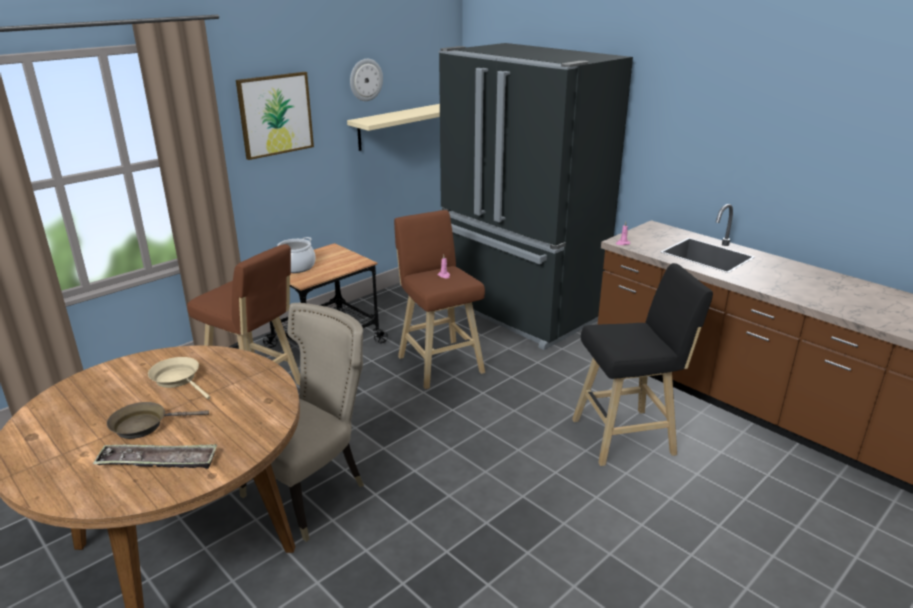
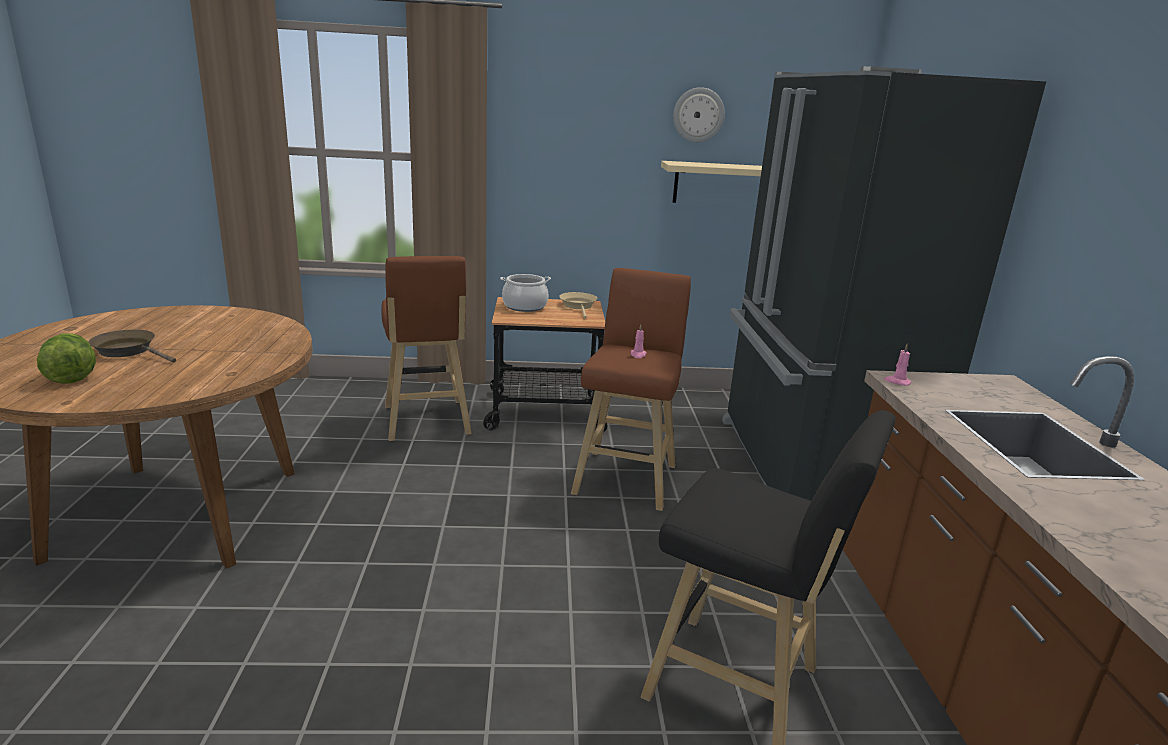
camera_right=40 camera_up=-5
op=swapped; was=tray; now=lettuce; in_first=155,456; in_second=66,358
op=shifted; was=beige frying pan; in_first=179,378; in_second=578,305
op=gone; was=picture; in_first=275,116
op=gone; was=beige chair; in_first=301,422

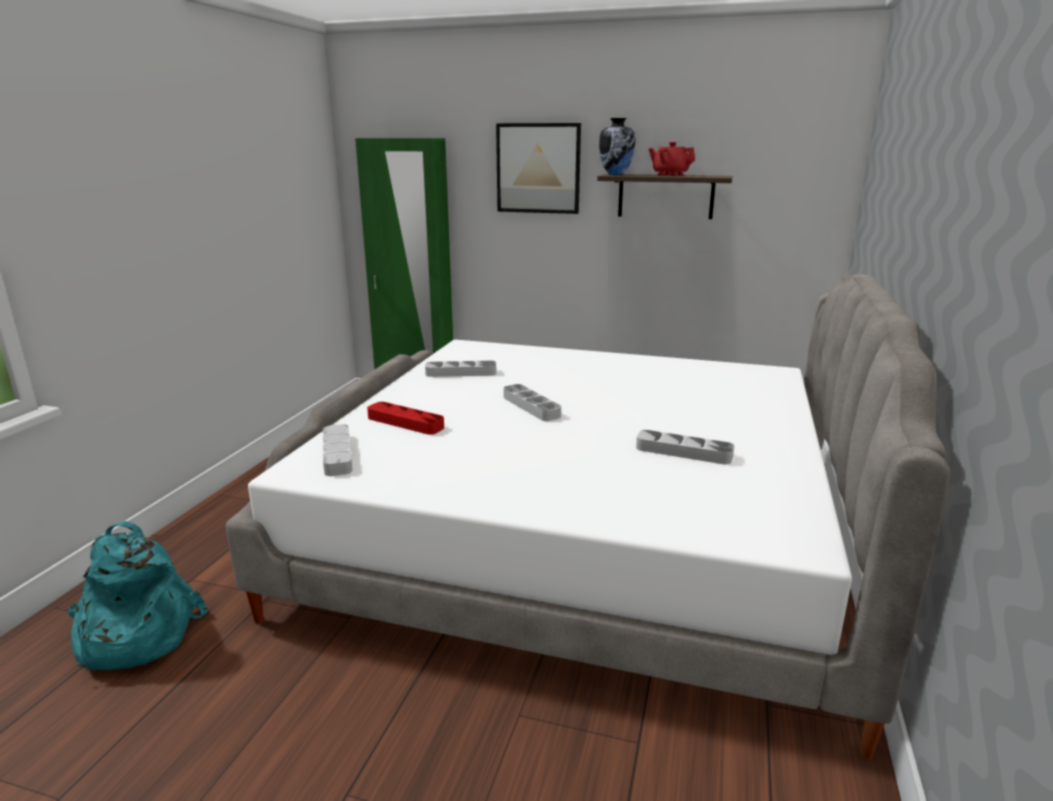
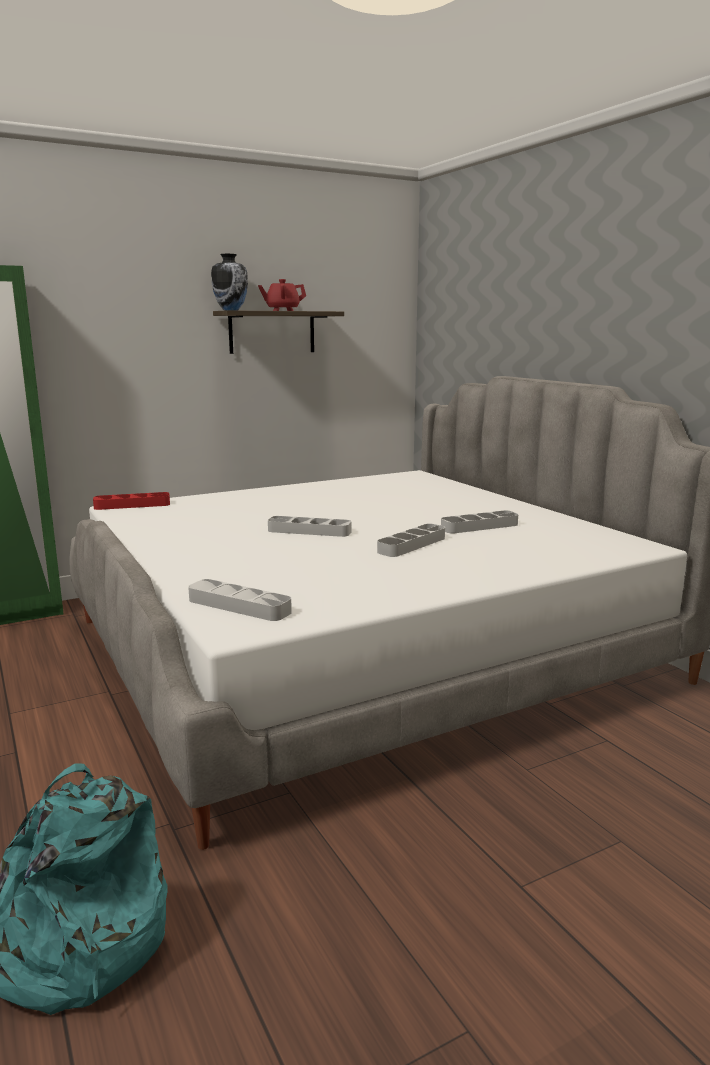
camera_right=-45 camera_up=-5
op=shifted; was=red tray; in_first=405,418; in_second=131,501
op=shifted; was=grey tray; in_first=460,369; in_second=411,540
op=gone; was=picture; in_first=538,168

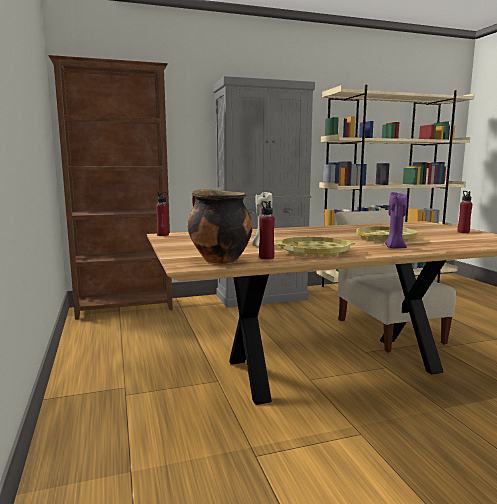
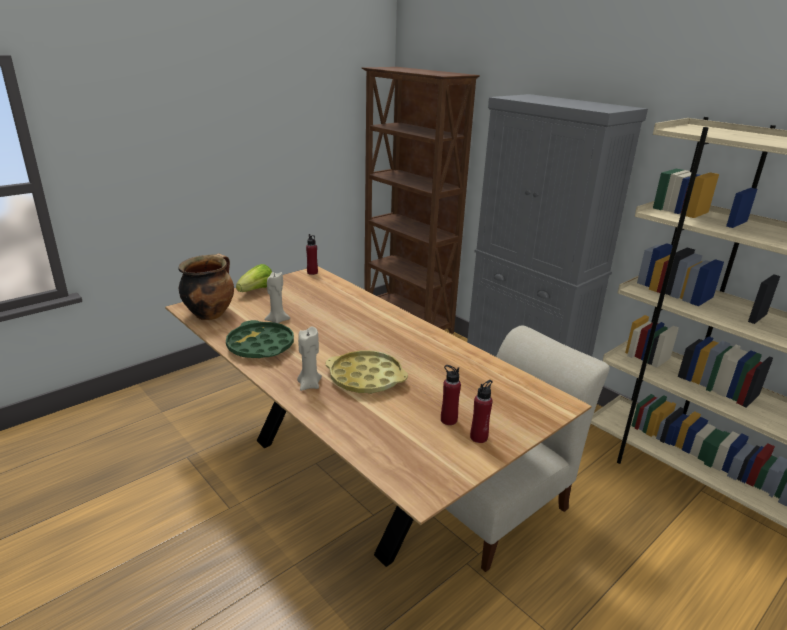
camera_right=65 camera_up=15
op=shifted; was=red bottle; in_first=267,230; in_second=451,395
op=repainted; was=yellow tray; now=green tray; in_first=314,247; in_second=260,339
op=repainted; was=purple candle; now=beige candle; in_first=396,220; in_second=309,359
op=new; now=lettuce; in_second=254,278

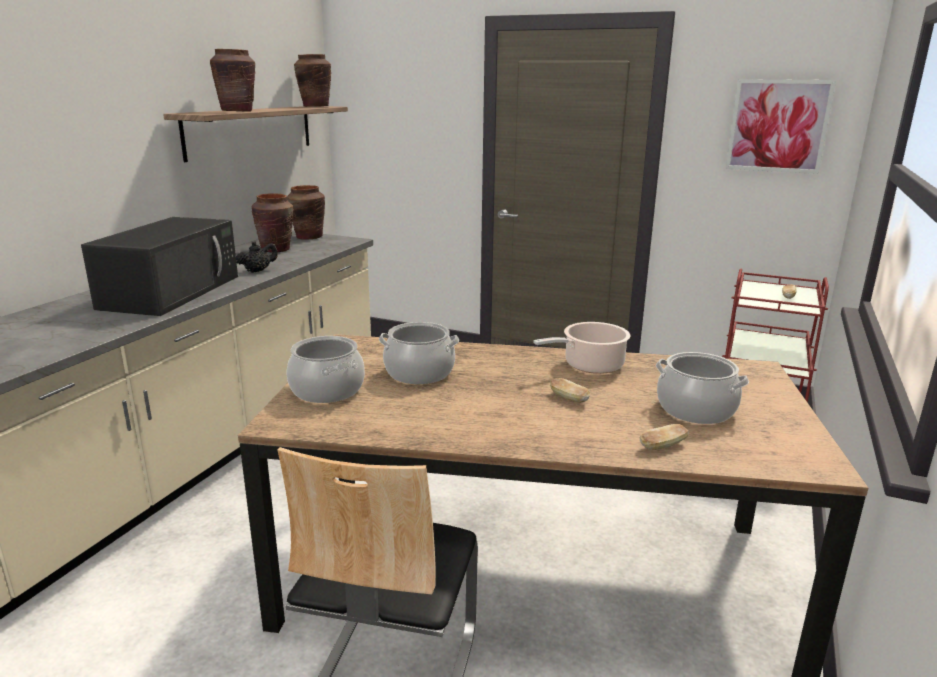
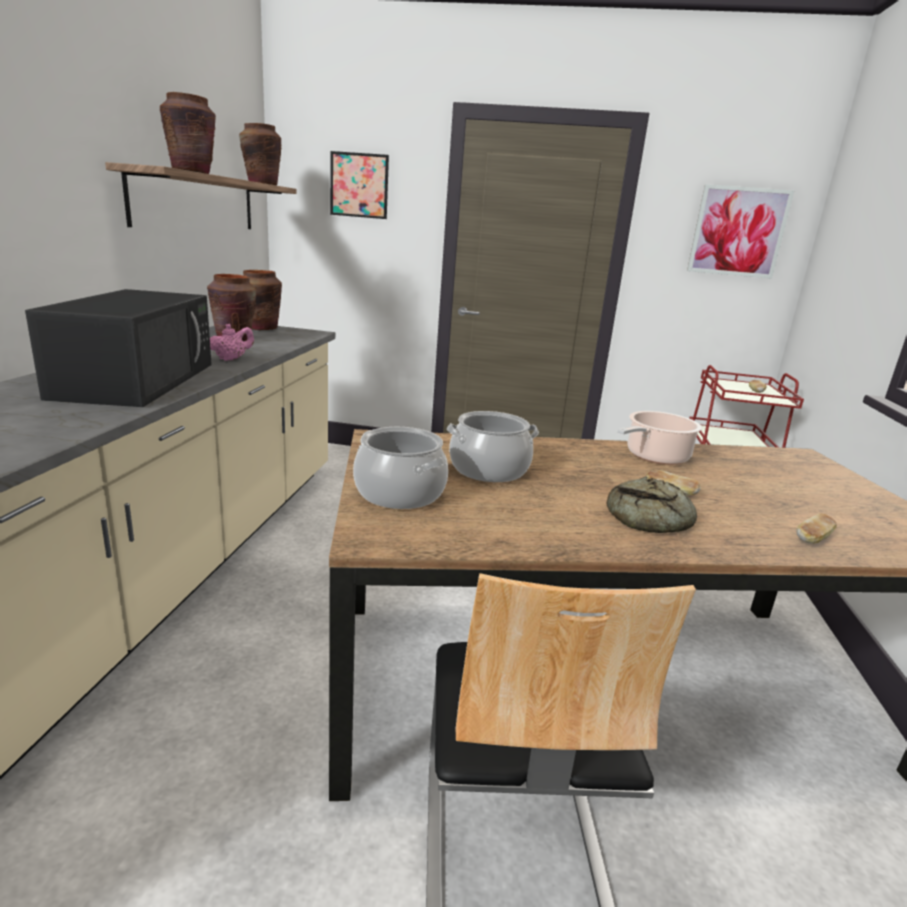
camera_right=-15 camera_up=0
op=repainted; was=black teapot; now=pink teapot; in_first=257,257; in_second=232,342
op=gone; was=cooking pot; in_first=702,388
op=new; now=picture; in_second=359,185
op=new; now=bread; in_second=651,504

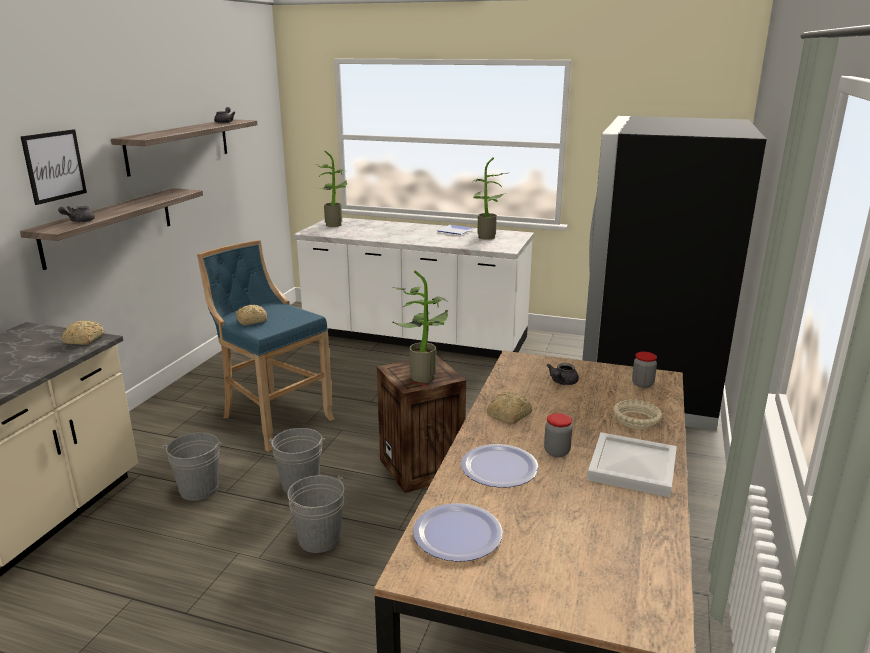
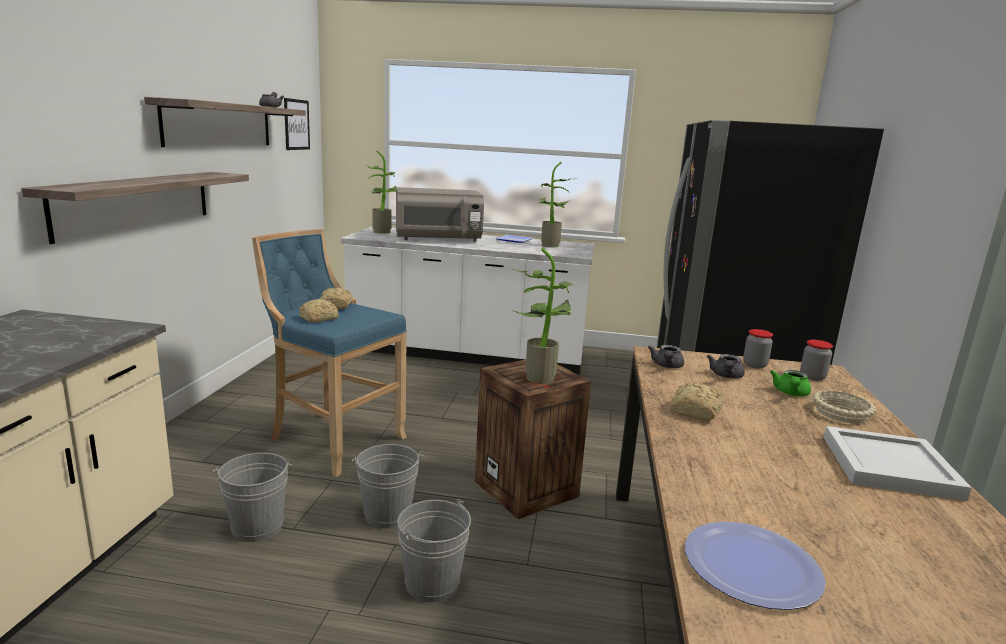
camera_right=-10 camera_up=-5
op=shifted; was=picture; in_first=54,167; in_second=297,124
op=shifted; was=grey teapot; in_first=76,214; in_second=666,356
op=shifted; was=bread; in_first=83,332; in_second=336,298
op=gone; was=plate; in_first=500,466
op=shifted; was=jar; in_first=558,435; in_second=758,348
op=new; now=grey microwave; in_second=440,214
op=new; now=green teapot; in_second=790,383

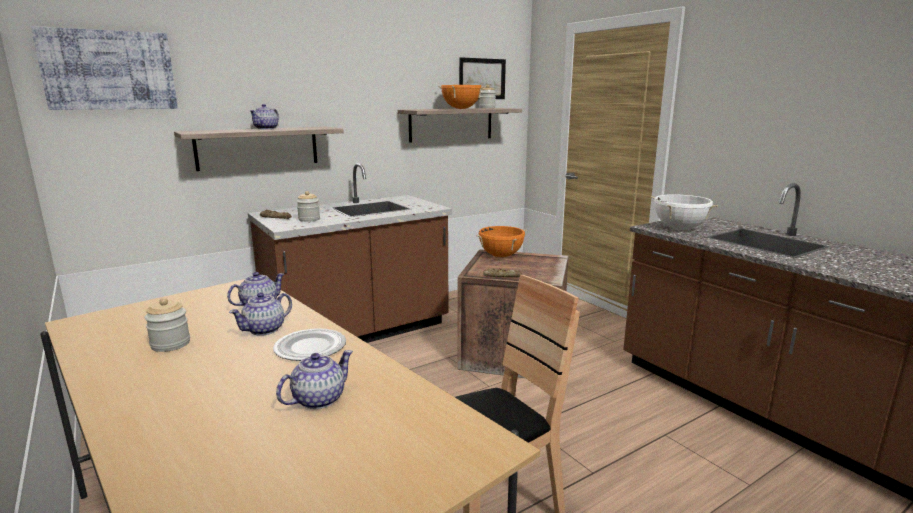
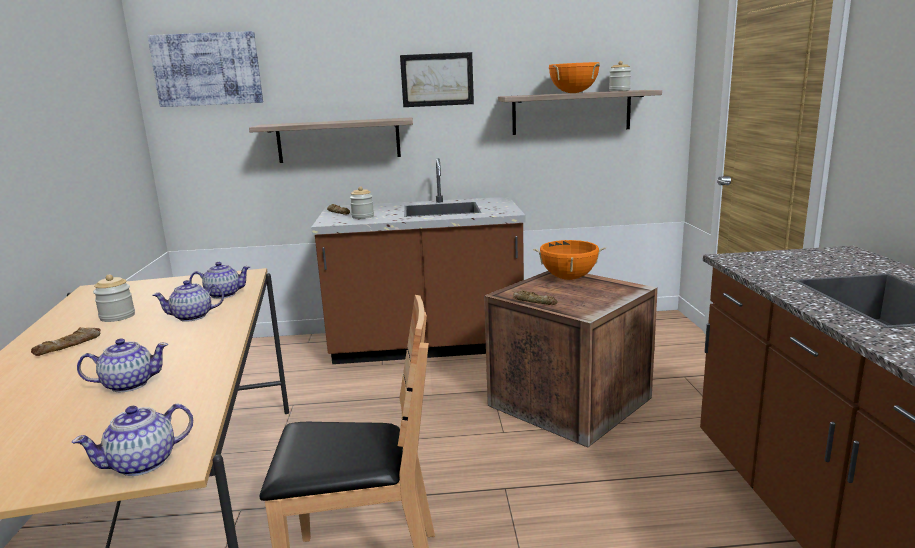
camera_right=30 camera_up=0
op=shifted; was=teapot; in_first=264,116; in_second=132,439
op=gone; was=plate; in_first=309,344
op=shifted; was=picture; in_first=482,78; in_second=437,79
op=gone; was=white cooking pot; in_first=684,212
op=new; now=bread; in_second=66,341

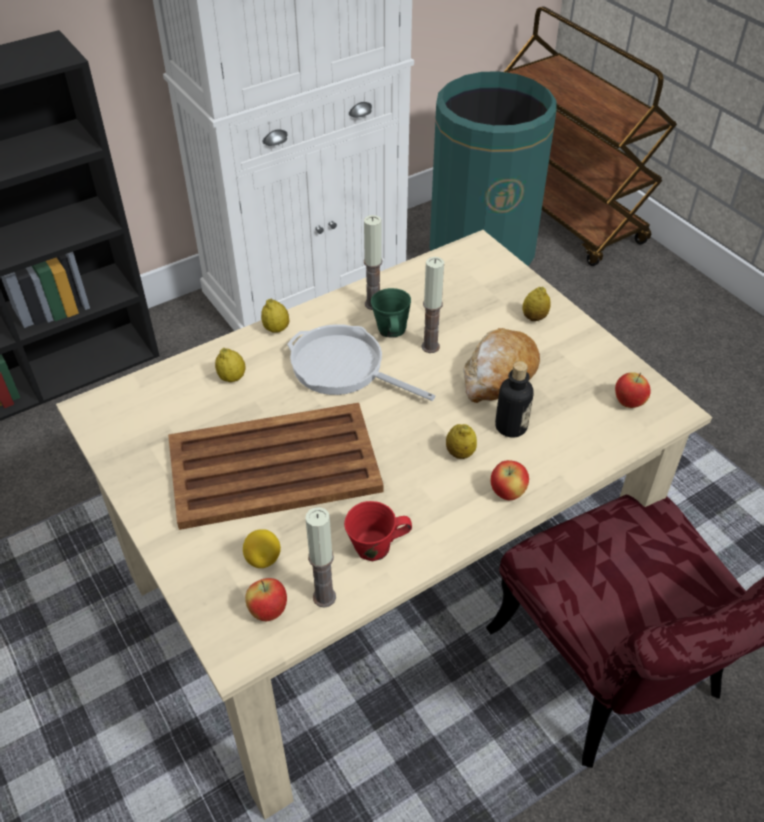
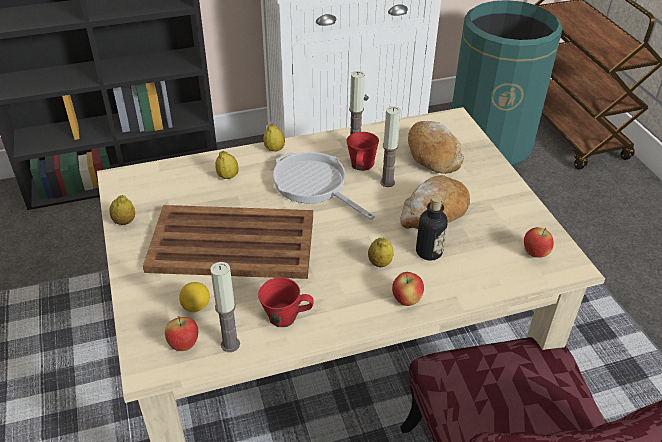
camera_right=15 camera_up=-5
op=repainted; was=green mug; now=red mug; in_first=391,312; in_second=363,151
op=shifted; was=lemon; in_first=537,304; in_second=122,210
op=new; now=bread; in_second=436,147

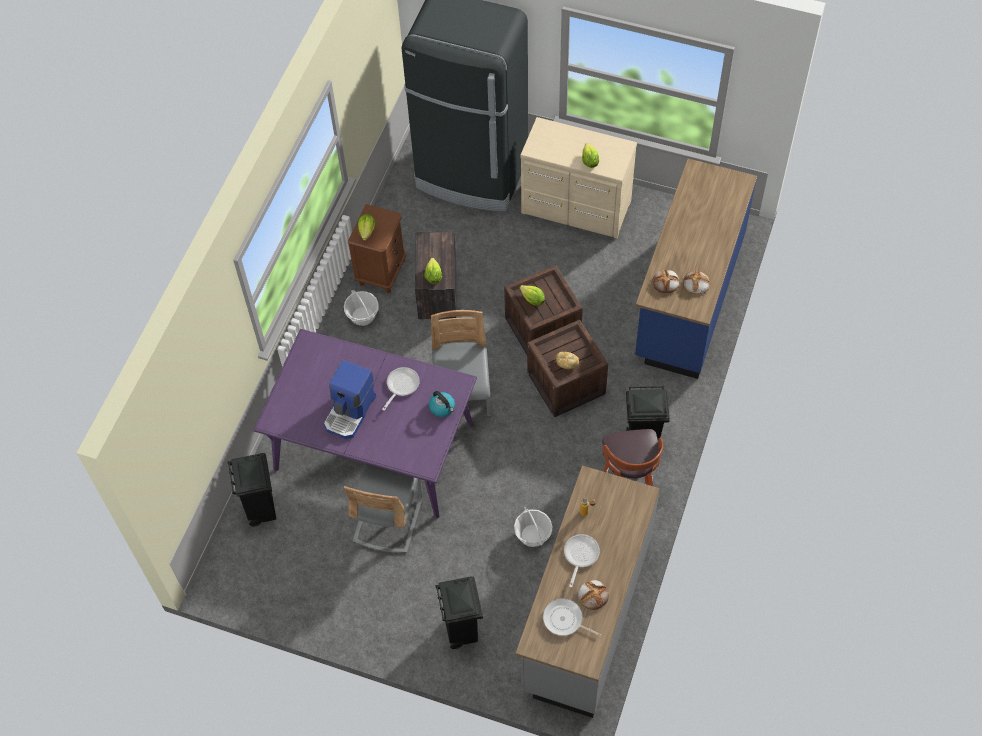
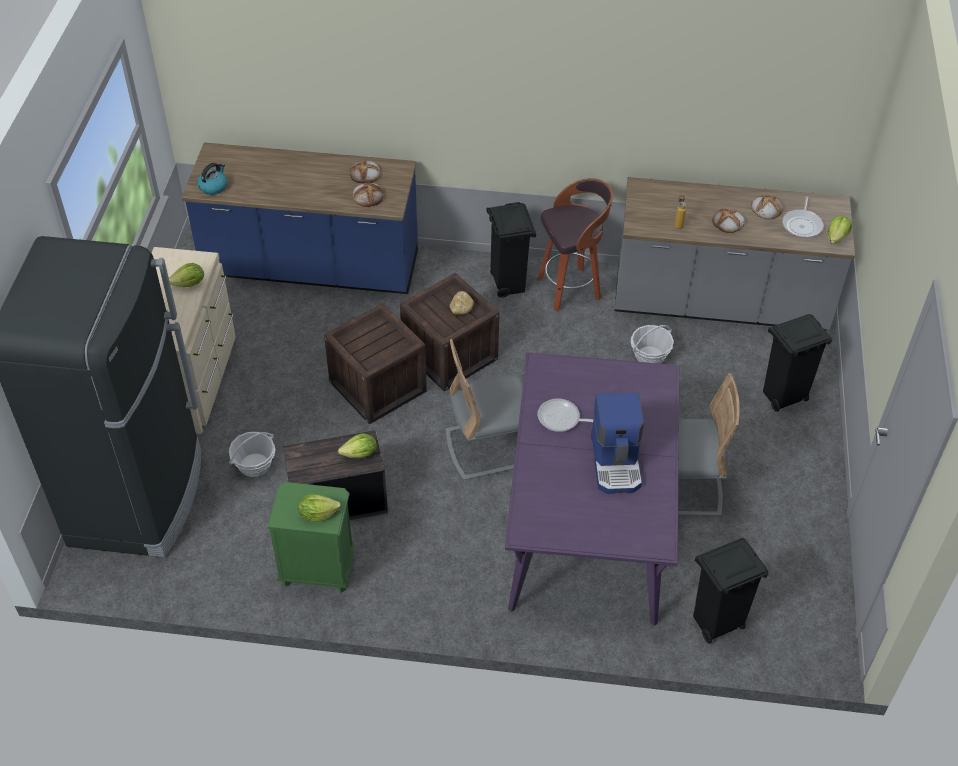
camera_right=-105 camera_up=-10
op=rotated; was=coffee machine; in_first=350,399; in_second=617,443; clockwise=75
op=shifted; was=basket; in_first=361,308; in_second=252,454
op=repainted; was=brown nightstand; now=green nightstand; in_first=377,249; in_second=311,537
op=shifted; was=kettle; in_first=442,404; in_second=212,179
op=shifted; was=lettuce; in_first=532,295; in_second=839,230
op=swapped; was=frying pan; now=bread; in_first=582,561; in_second=728,221

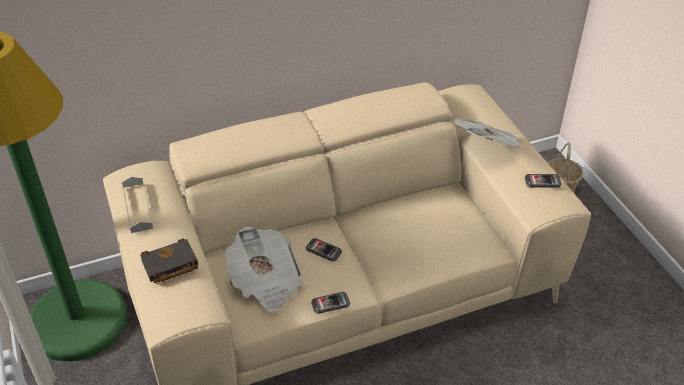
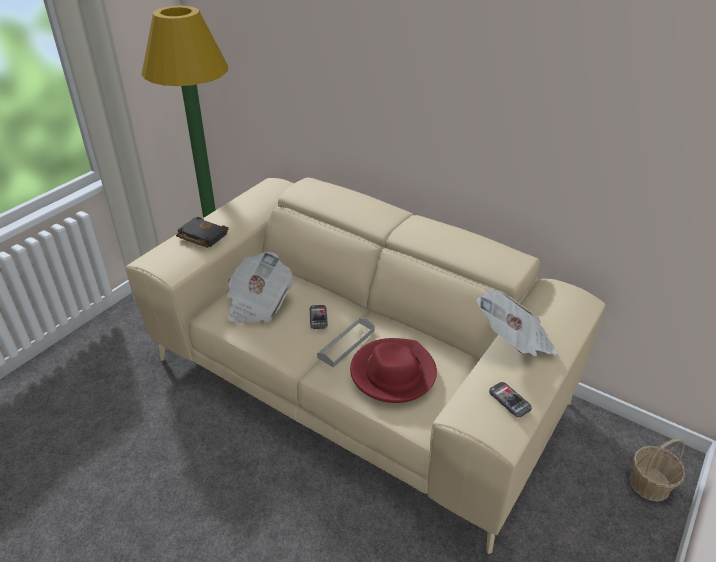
camera_right=55 camera_up=-5
op=shifted; was=grey tray; in_first=137,205; in_second=346,343
op=gone; was=phone; in_first=330,303
op=new; now=red hat; in_second=393,370

